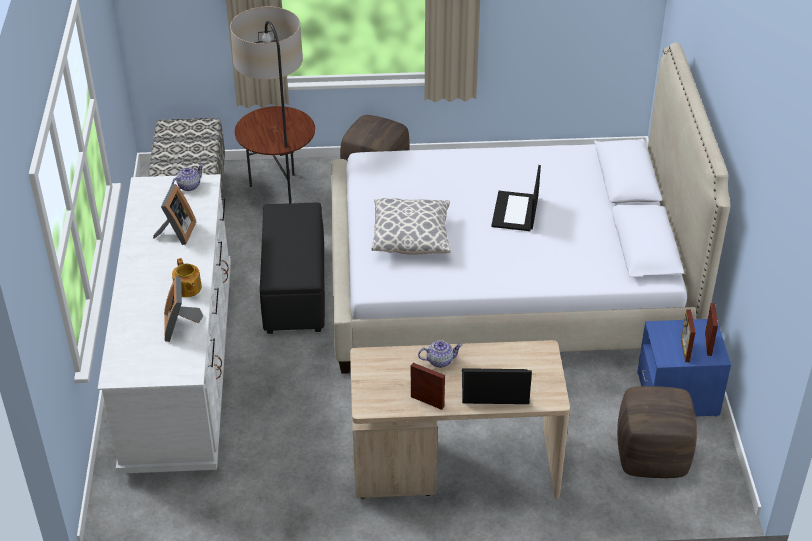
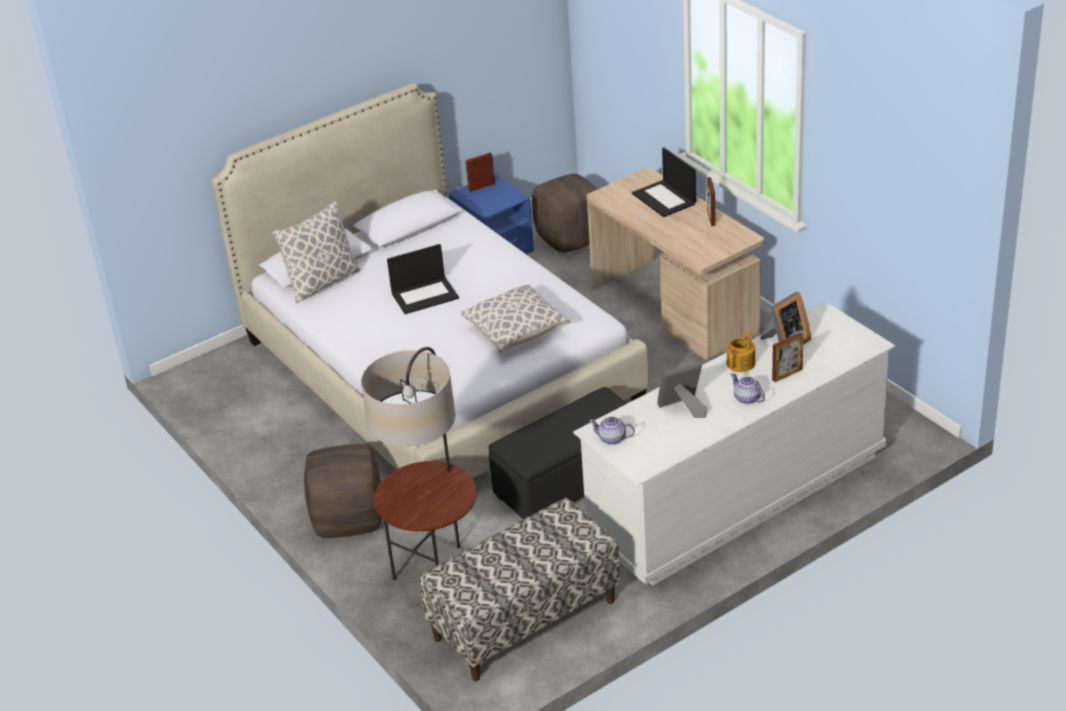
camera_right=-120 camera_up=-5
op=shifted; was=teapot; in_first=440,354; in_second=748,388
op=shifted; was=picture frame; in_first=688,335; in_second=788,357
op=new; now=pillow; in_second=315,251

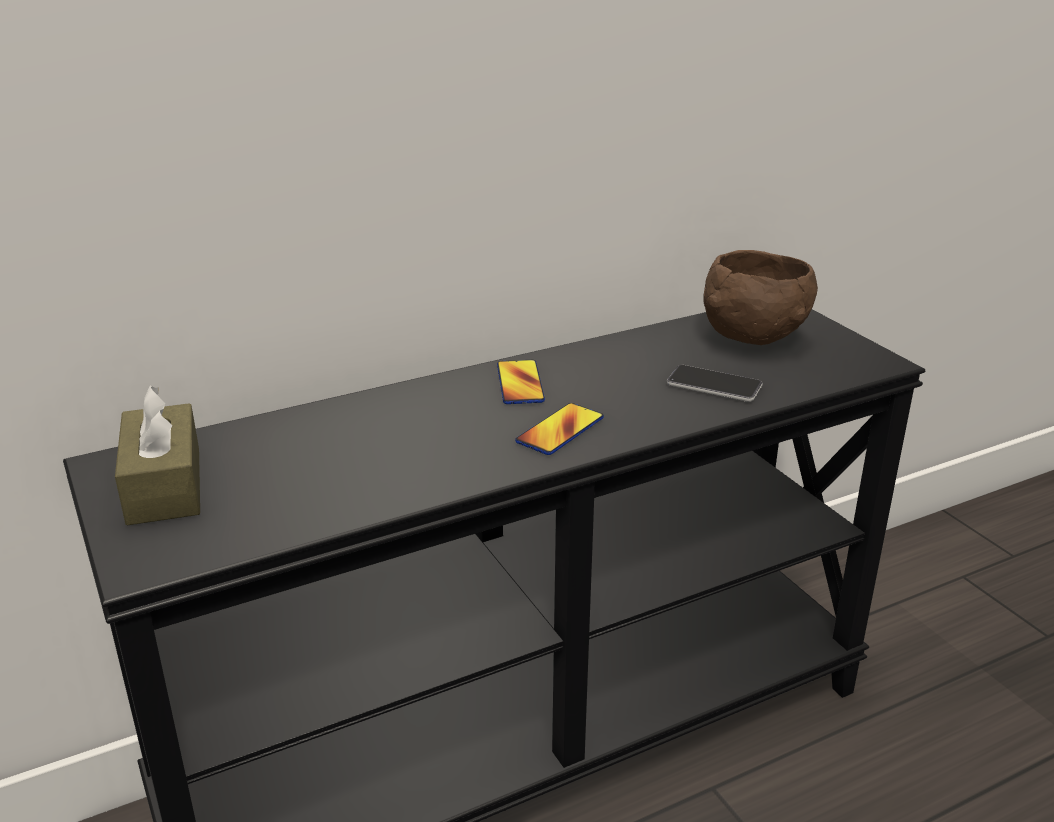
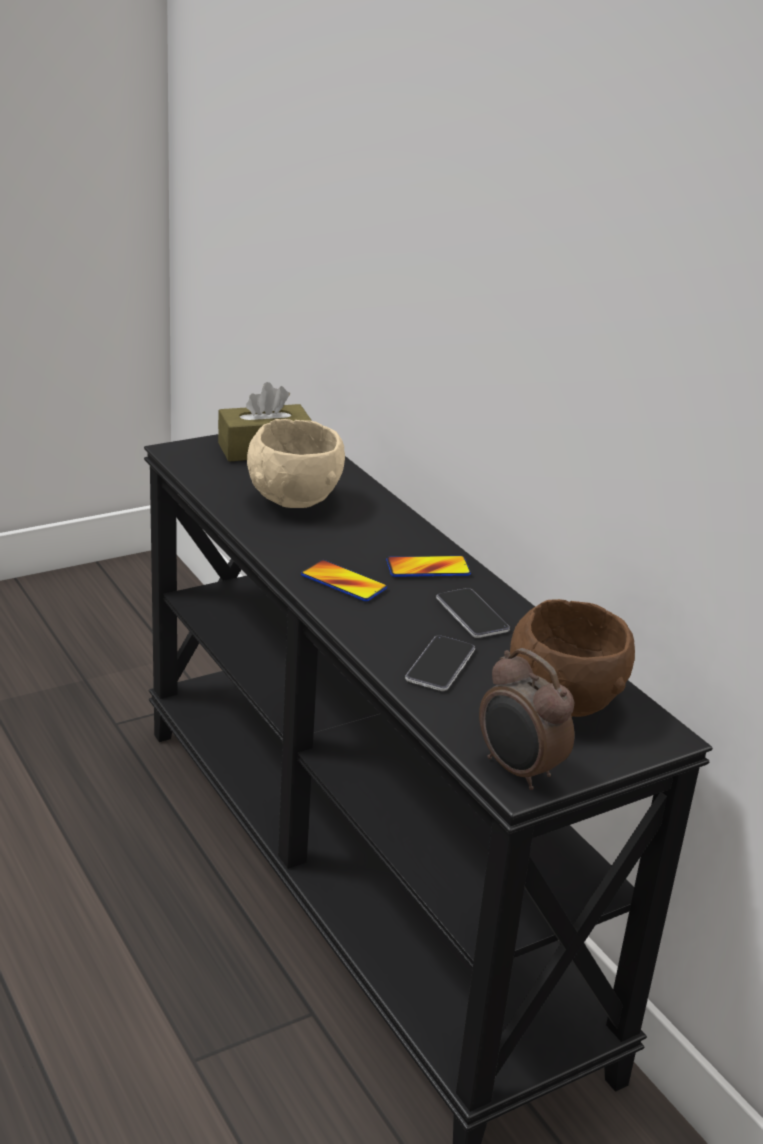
camera_right=85 camera_up=0
op=new; now=beige bowl; in_second=296,463
op=new; now=phone; in_second=473,613
op=new; now=alarm clock; in_second=527,719

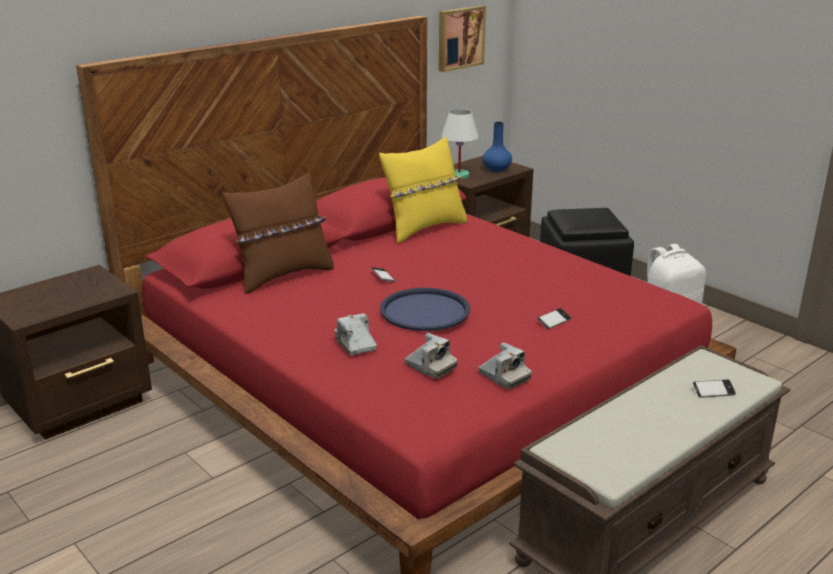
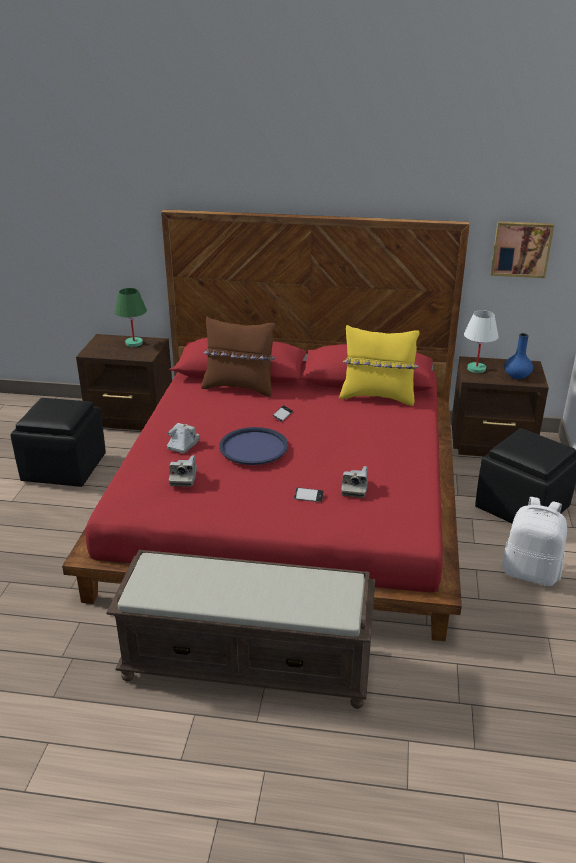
camera_right=50 camera_up=5
op=shifted; was=photo camera; in_first=505,365; in_second=354,482
op=gone; was=phone; in_first=714,388
op=new; now=black ottoman; in_second=58,442
op=new; now=green table lamp; in_second=131,317

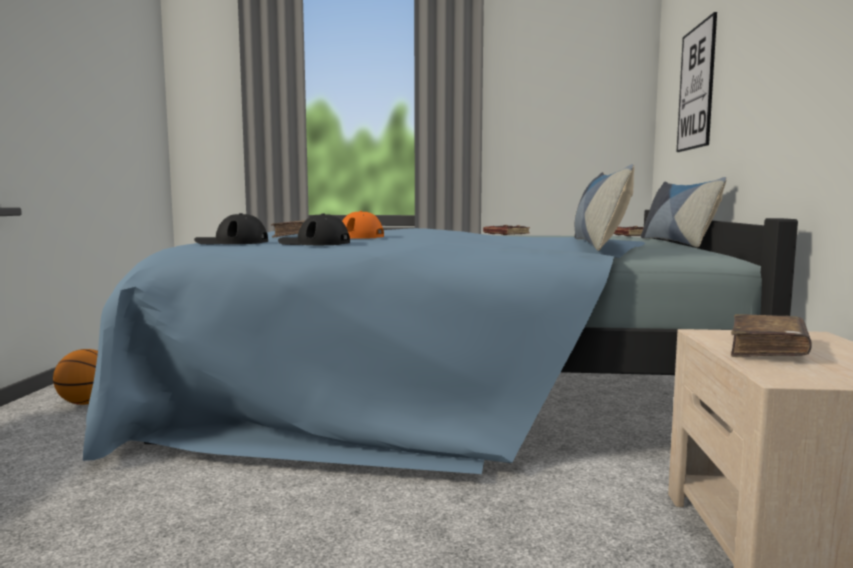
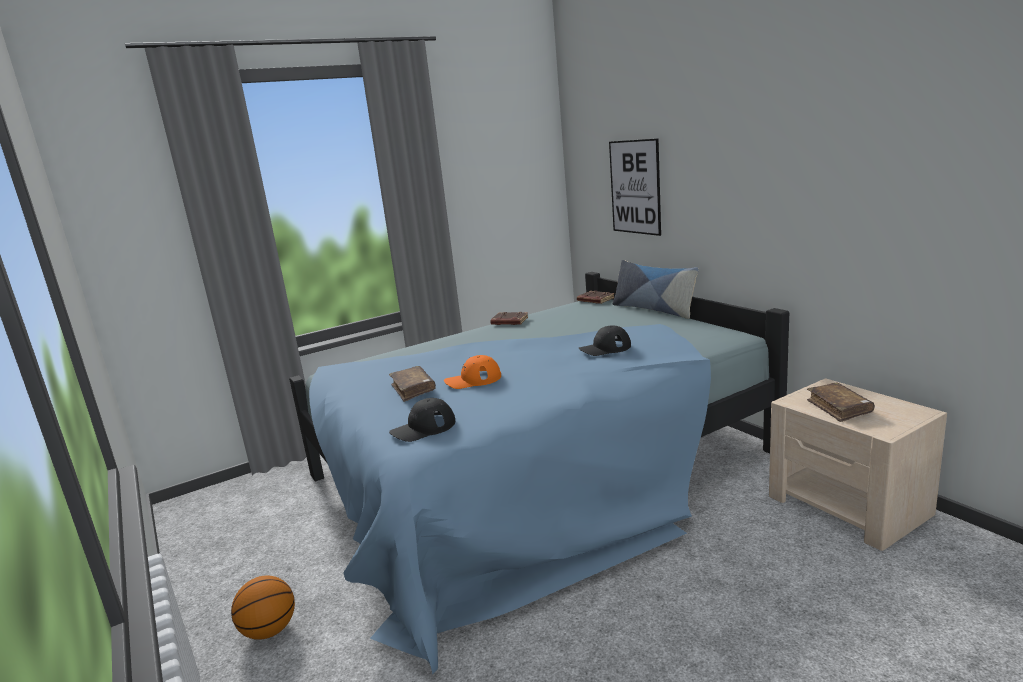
camera_right=-35 camera_up=10
op=shifted; was=black cap; in_first=314,229; in_second=605,340
op=gone; was=pillow; in_first=604,207

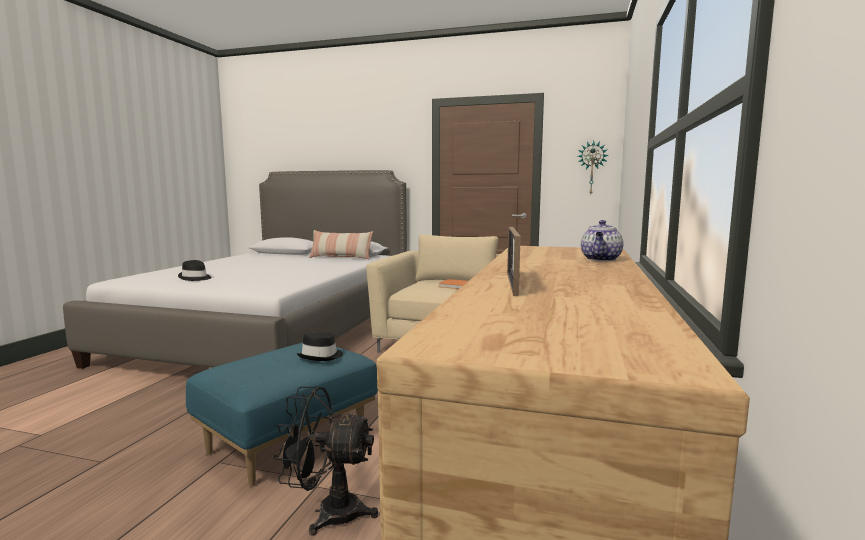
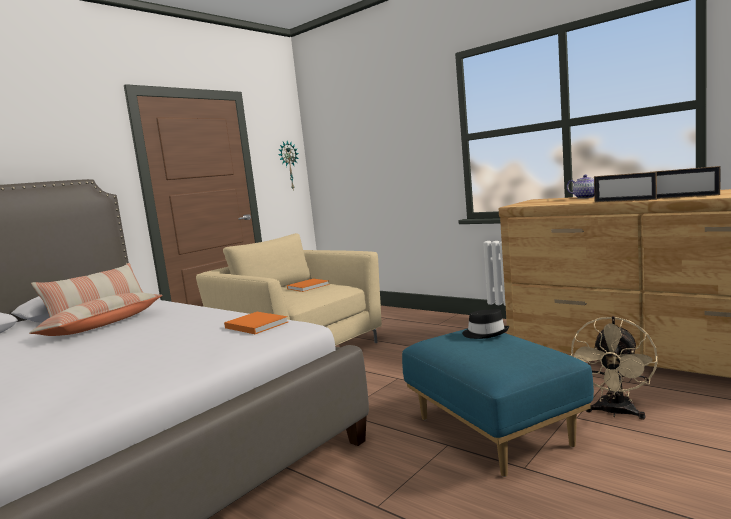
camera_right=-65 camera_up=0
op=gone; was=black hat; in_first=195,270
op=repainted; was=black fan; now=beige fan; in_first=325,461; in_second=614,368
op=new; now=pillow; in_second=96,314
op=new; now=orange book; in_second=256,323
op=new; now=picture frame; in_second=625,187

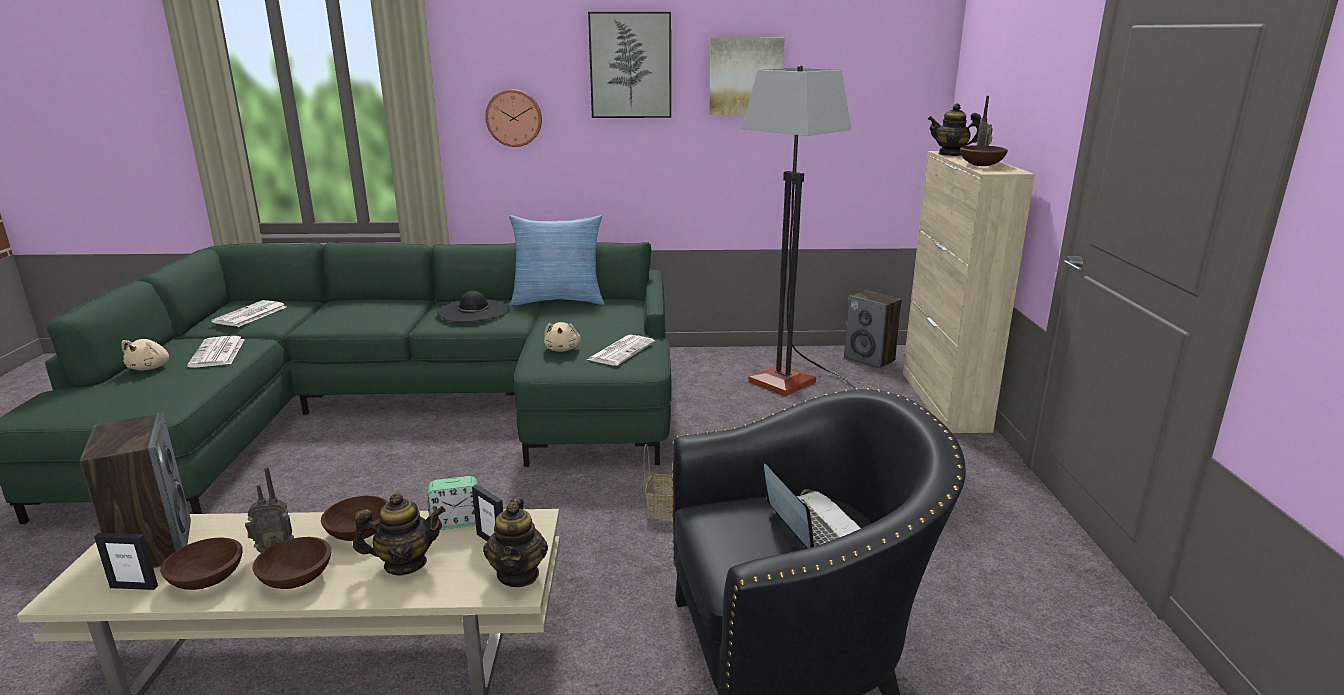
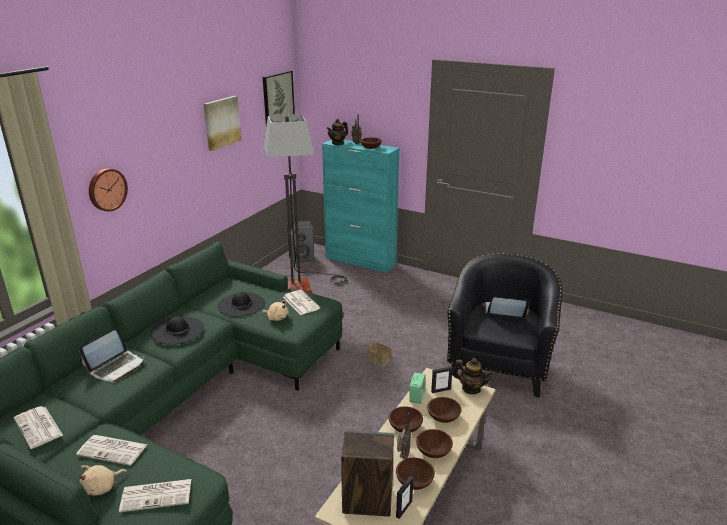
camera_right=-60 camera_up=5
op=rotated; was=beige plush toy; in_first=145,355; in_second=103,480; clockwise=105
op=swapped; was=teapot; now=brown bowl; in_first=399,534; in_second=444,410
op=gone; was=pillow; in_first=556,260
op=shifted; was=picture; in_first=629,65; in_second=279,98
op=repainted; was=beige cabinet; now=turquoise cabinet; in_first=969,292; in_second=360,206
op=new; now=laptop; in_second=111,356
op=new; now=newspaper; in_second=155,495
op=new; now=black hat; in_second=241,304

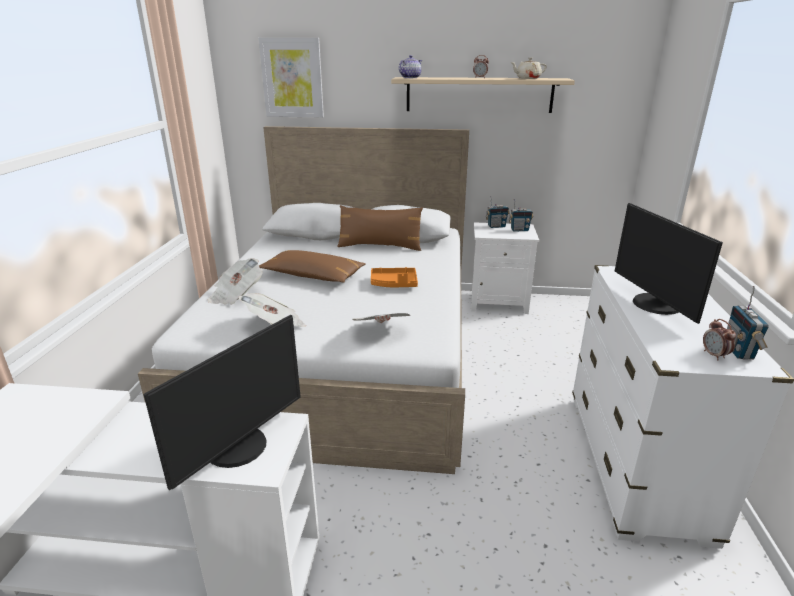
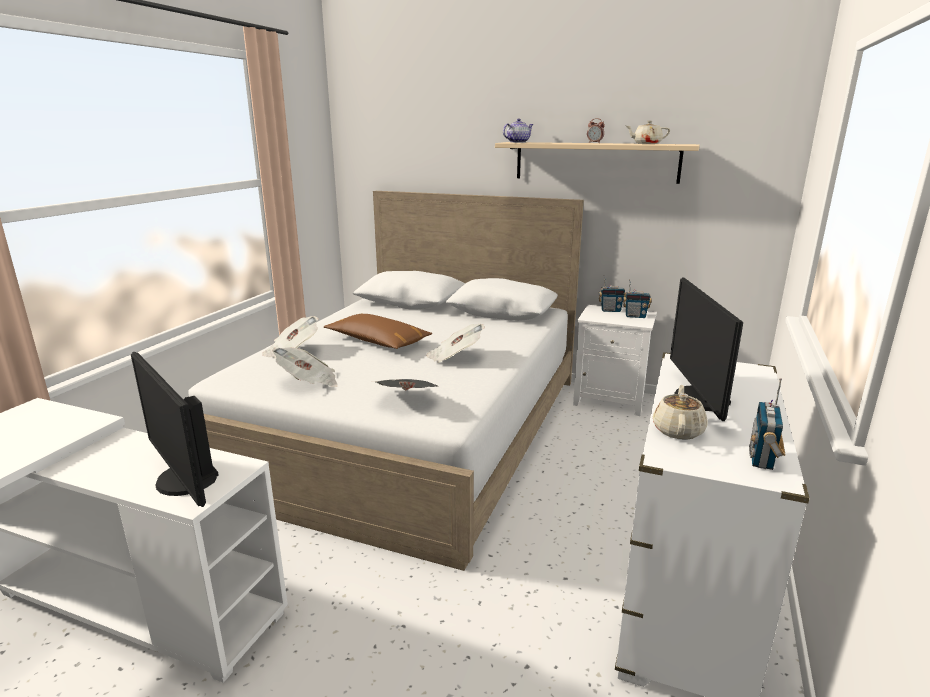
camera_right=15 camera_up=-5
op=rotated; was=monitor; in_first=222,402; in_second=175,429; clockwise=90
op=gone; was=picture; in_first=291,77
op=gone; was=brown pillow; in_first=380,228
op=swapped; was=orange tray; now=newspaper; in_first=394,277; in_second=455,343
op=gone; was=alarm clock; in_first=719,339
op=new; now=beige teapot; in_second=680,412

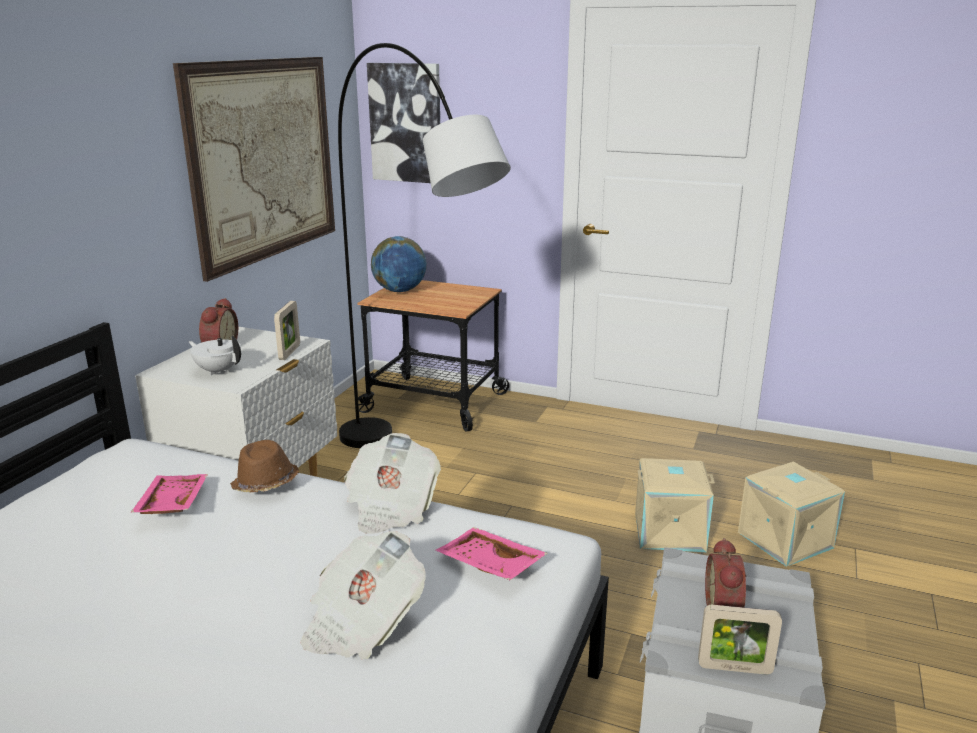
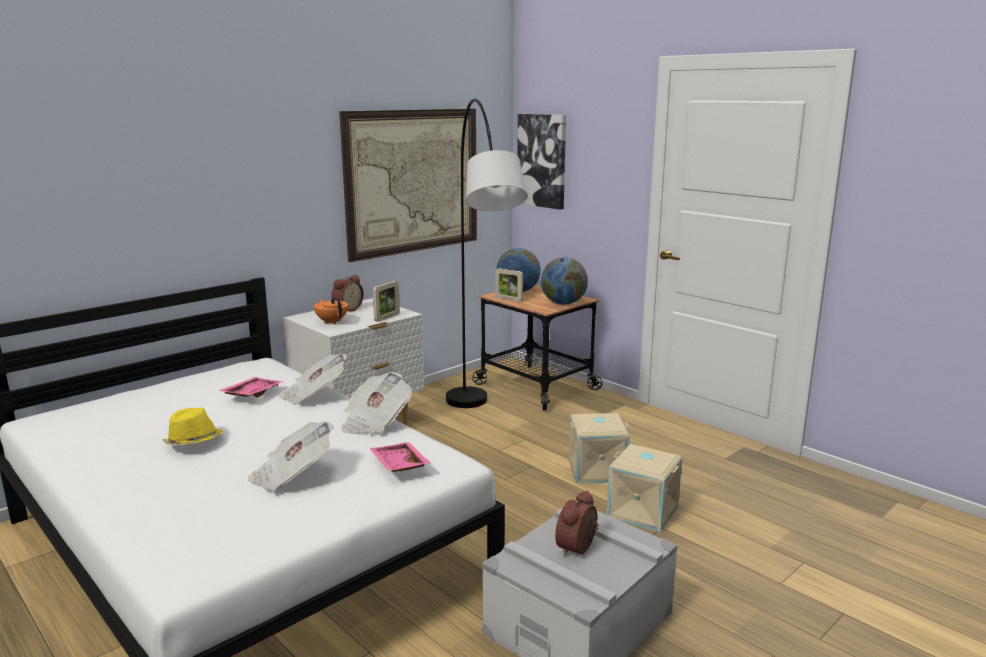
camera_right=25 camera_up=-5
op=repainted; was=white teapot; now=orange teapot; in_first=215,355; in_second=331,310
op=swapped; was=brown hat; now=newspaper; in_first=264,466; in_second=313,378
op=shifted; was=picture frame; in_first=740,640; in_second=509,285
op=shifted; was=beige storage box; in_first=791,514; in_second=599,448
op=new; now=yellow hat; in_second=193,426
op=new; now=globe; in_second=564,281

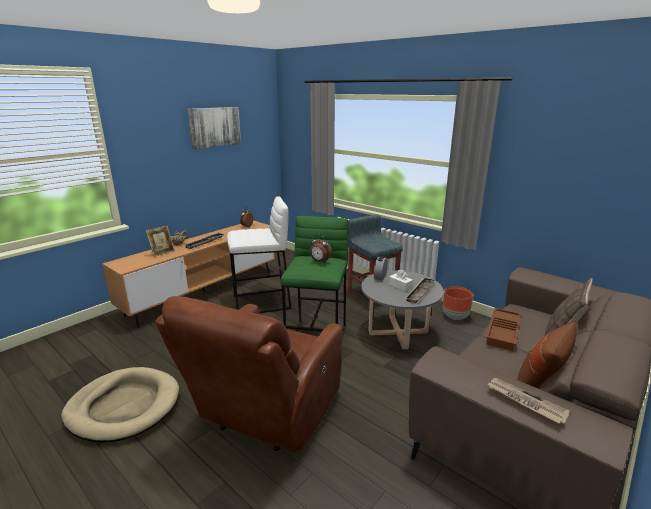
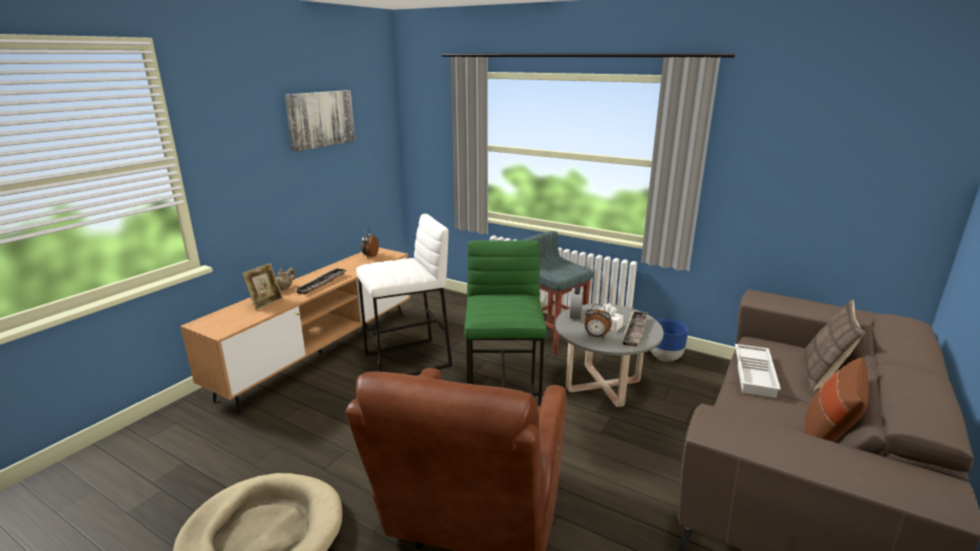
camera_right=-10 camera_up=0
op=shifted; was=alarm clock; in_first=321,248; in_second=598,321
op=repainted; was=brown planter; now=blue planter; in_first=458,303; in_second=669,339
op=repainted; was=brown tray; now=white tray; in_first=503,329; in_second=758,371
op=gone; was=newspaper; in_first=528,401

